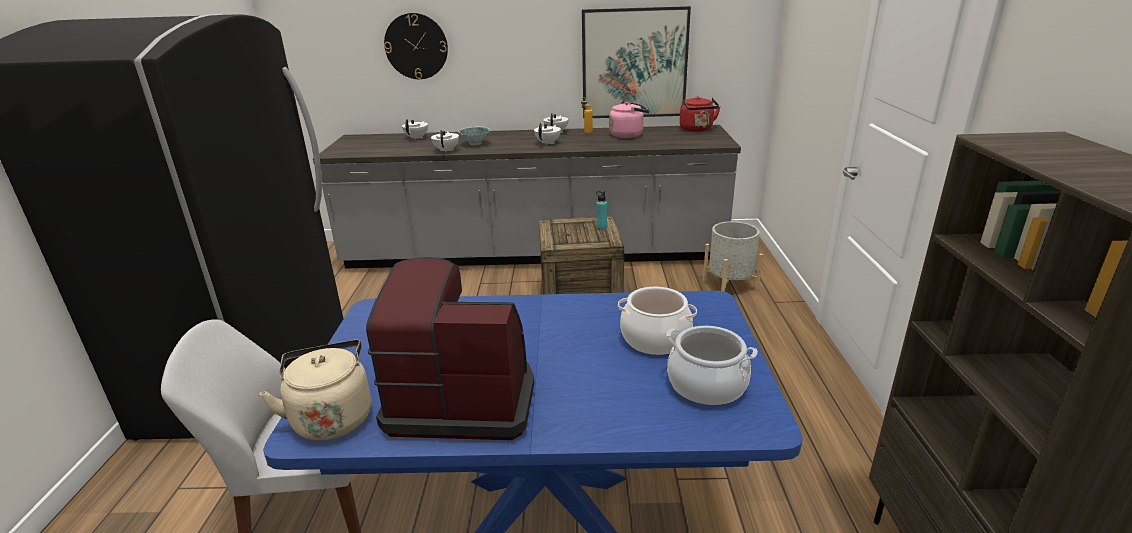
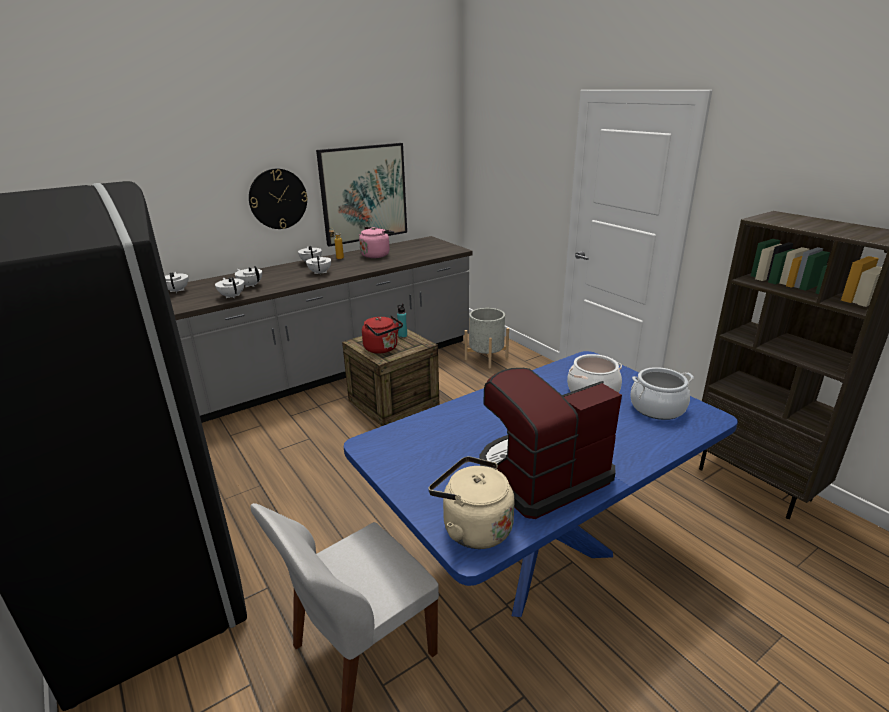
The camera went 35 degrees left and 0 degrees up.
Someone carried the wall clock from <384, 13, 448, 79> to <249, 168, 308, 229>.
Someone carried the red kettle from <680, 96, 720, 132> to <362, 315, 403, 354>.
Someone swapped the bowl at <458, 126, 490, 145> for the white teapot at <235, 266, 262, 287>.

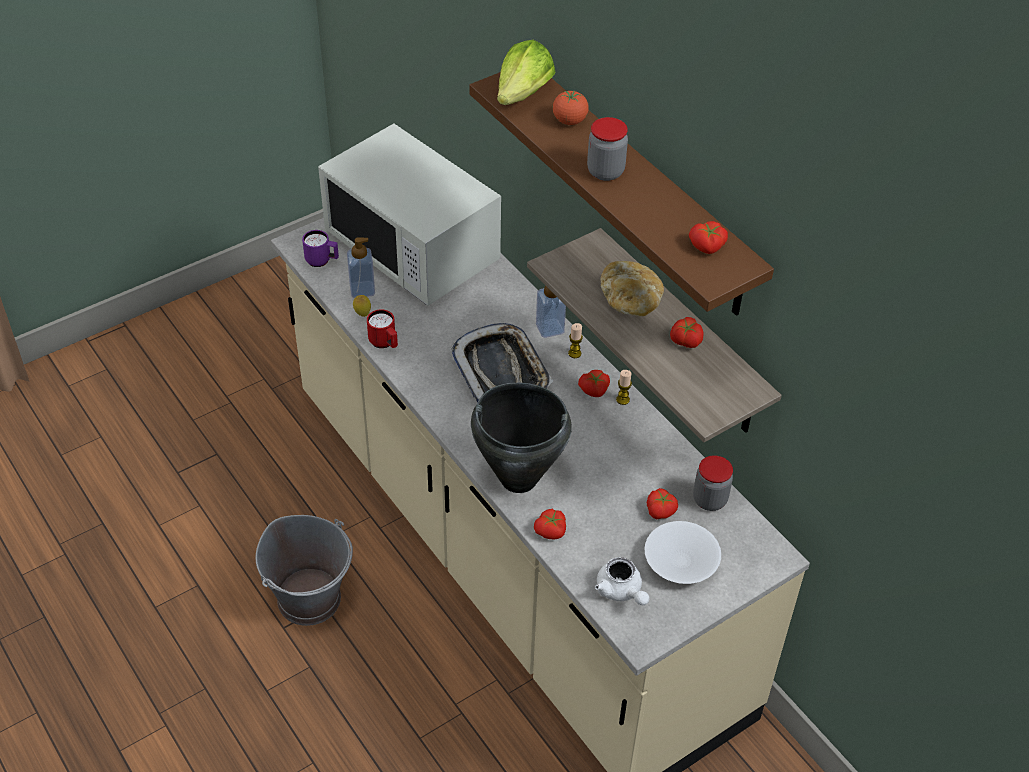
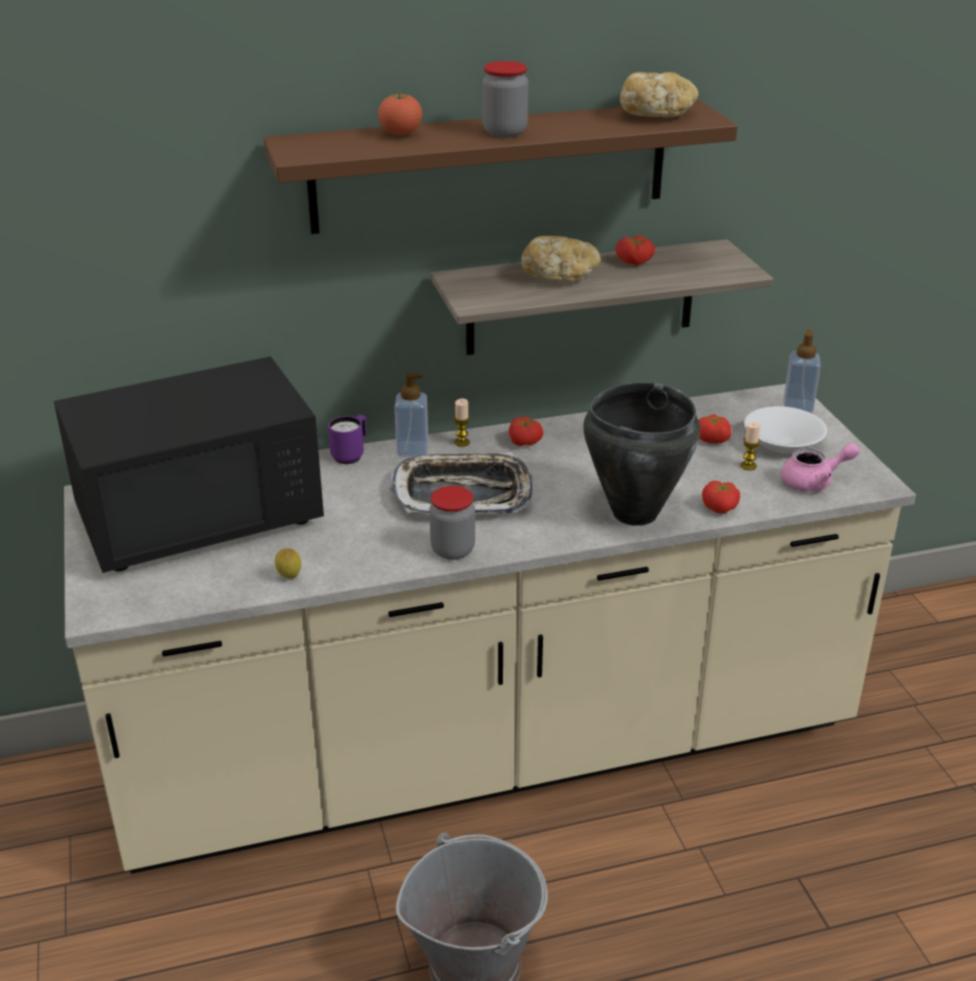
The camera went 70 degrees left and 15 degrees down.
Someone took away the red mug at <367, 309, 398, 348>.
Someone took away the lettuce at <497, 40, 556, 105>.
Someone carried the purple mug from <302, 230, 339, 267> to <328, 415, 367, 464>.
Someone carried the soap dispenser from <347, 237, 375, 298> to <784, 329, 821, 413>.
Someone carried the candle from <616, 370, 632, 405> to <740, 422, 761, 470>.
Someone carried the jar from <693, 456, 733, 511> to <429, 486, 475, 560>.
Someone swapped the tomato at <689, 221, 728, 254> for the bread at <620, 72, 698, 117>.
Someone repainted the white microwave at <318, 124, 501, 306>, which became the black microwave at <54, 356, 324, 573>.
Someone repainted the white teapot at <595, 557, 650, 605>, which became the pink teapot at <781, 443, 860, 492>.

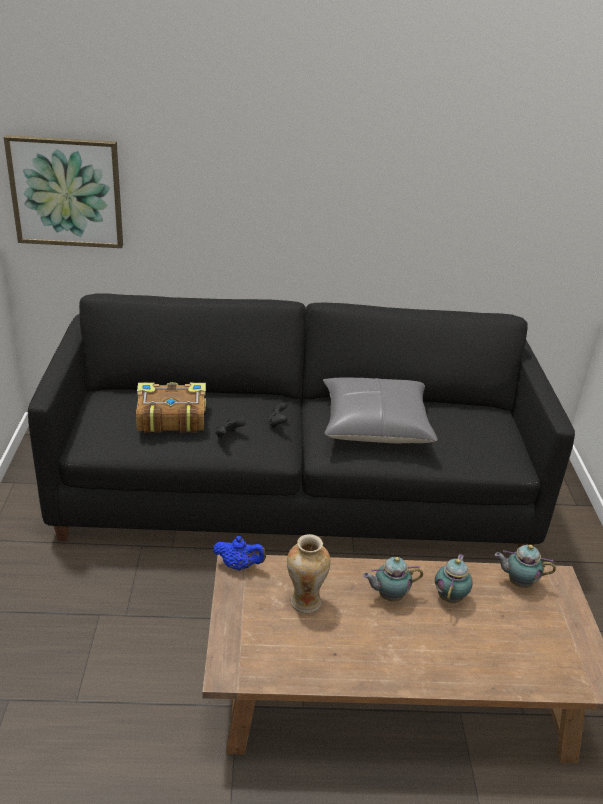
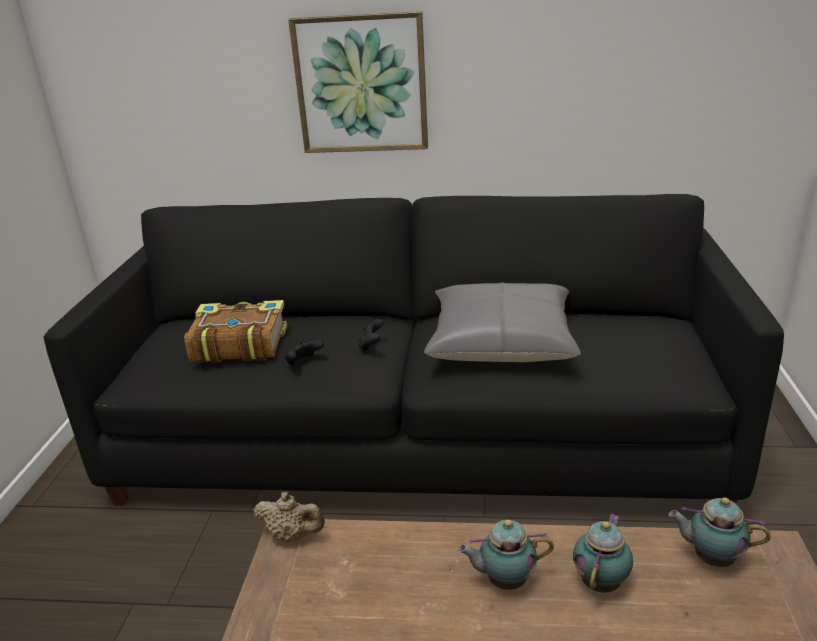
The camera went 10 degrees right and 5 degrees down.
Someone took away the vase at <287, 534, 331, 613>.
Someone carried the picture from <4, 135, 123, 248> to <288, 11, 428, 153>.
Someone repainted the blue teapot at <213, 536, 266, 570>, which became the beige teapot at <253, 492, 325, 543>.

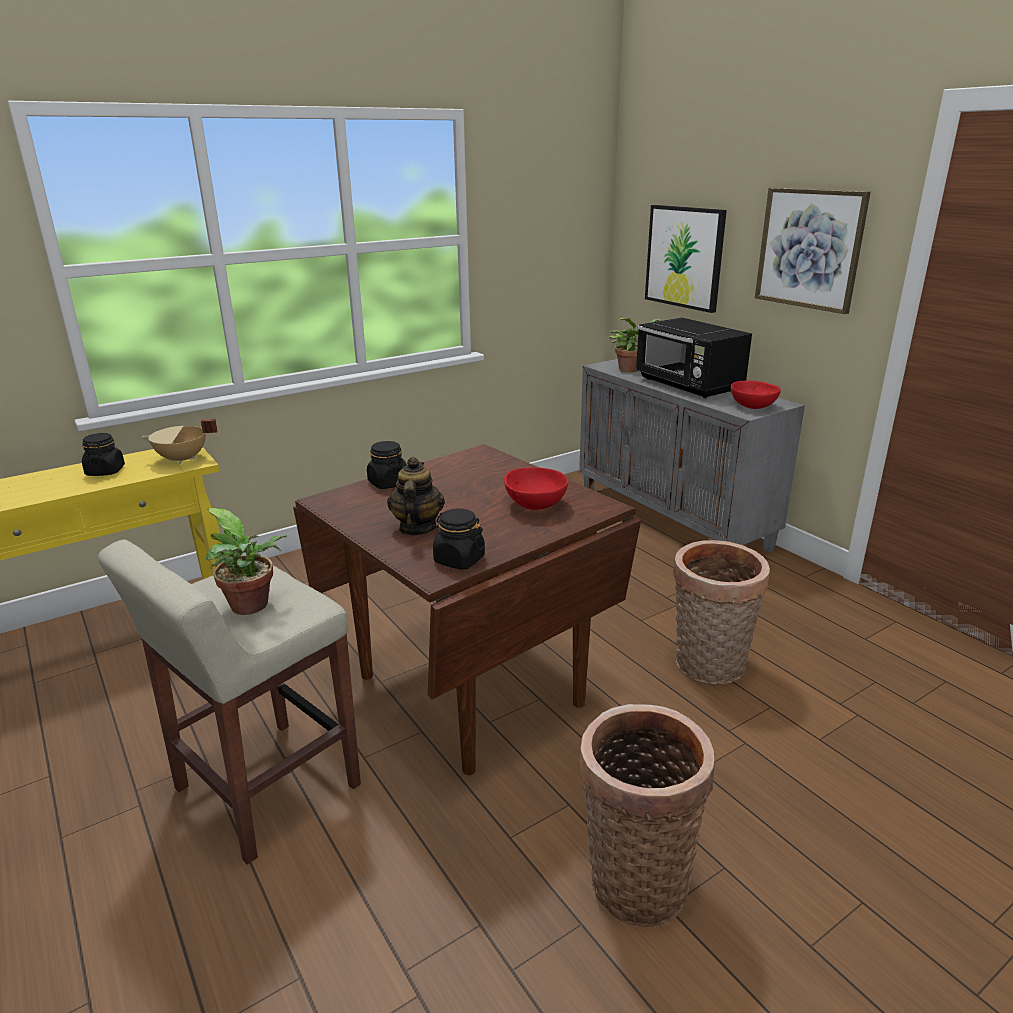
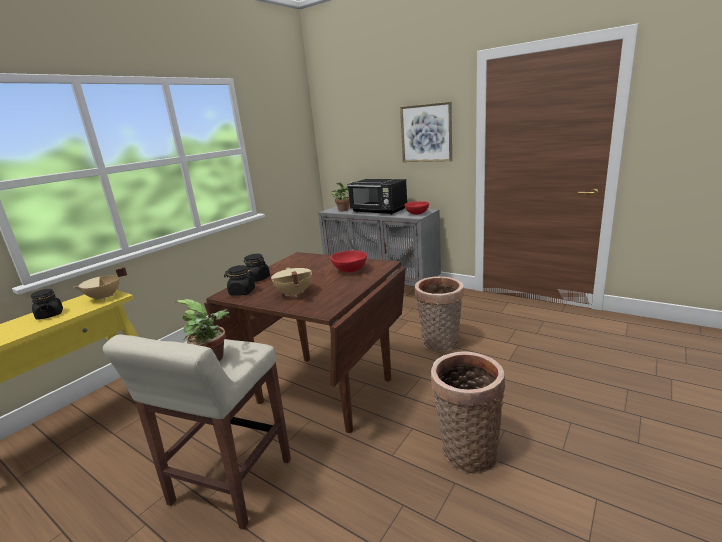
The camera went 20 degrees left and 5 degrees down.
Someone took away the picture at <645, 205, 727, 313>.
Someone carried the black jar from <432, 509, 485, 569> to <224, 265, 255, 296>.
Someone swapped the teapot at <387, 457, 445, 536> for the beige cooking pot at <271, 267, 312, 297>.

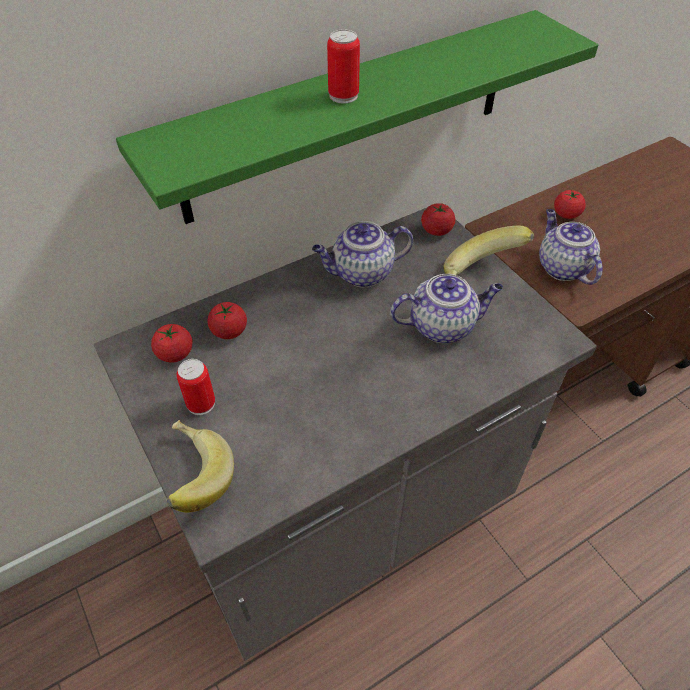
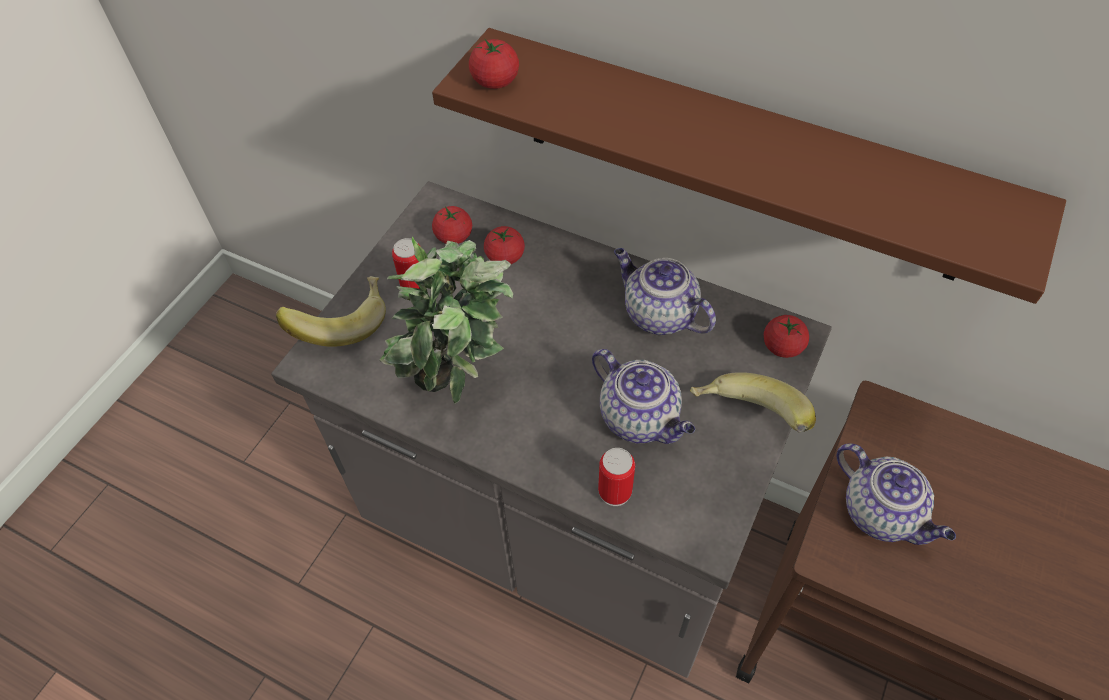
The camera went 60 degrees right and 5 degrees up.
Someone put down the potted plant at <380, 237, 513, 404>.
Someone carried the can from <327, 29, 360, 104> to <598, 448, 635, 506>.
Someone carried the tomato from <554, 190, 585, 219> to <469, 38, 519, 89>.
Someone repainted the green shelf at <116, 10, 598, 224>, which became the brown shelf at <432, 28, 1066, 304>.
Someone rotated the teapot at <539, 209, 603, 285> by 105 degrees clockwise.

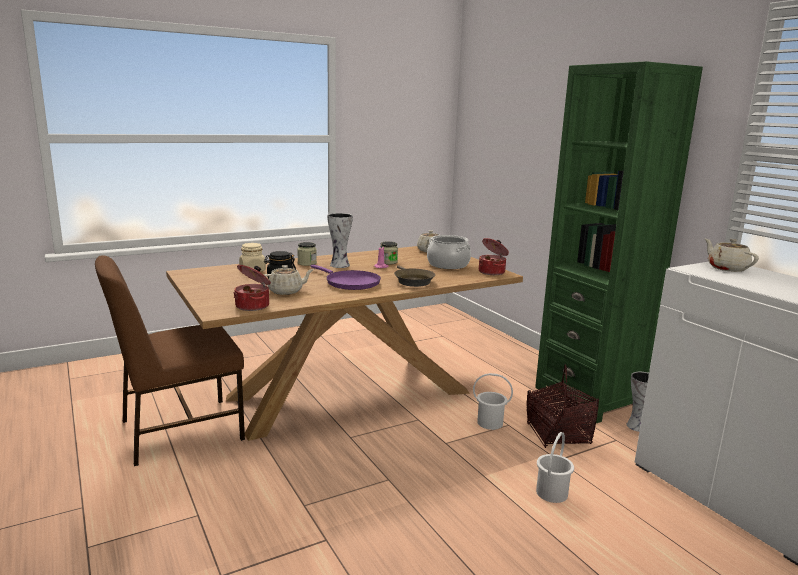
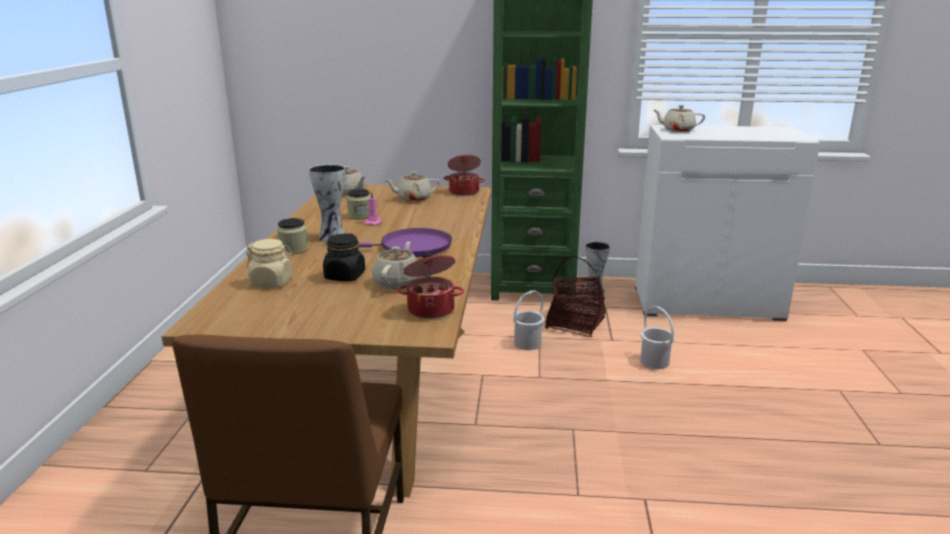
The camera went 55 degrees left and 5 degrees up.
Someone took away the brown frying pan at <394, 265, 435, 287>.
Someone swapped the cooking pot at <427, 235, 471, 269> for the beige teapot at <384, 172, 440, 202>.

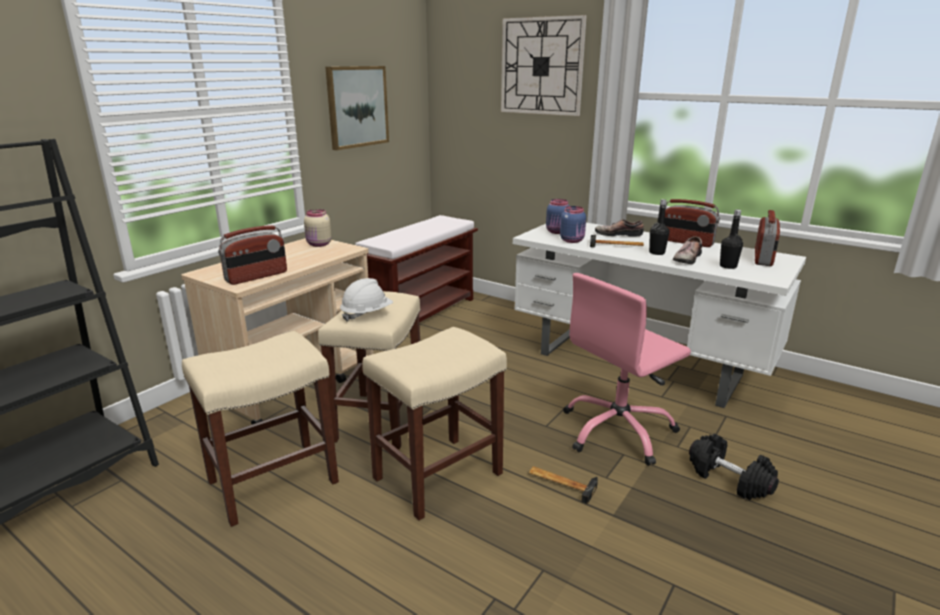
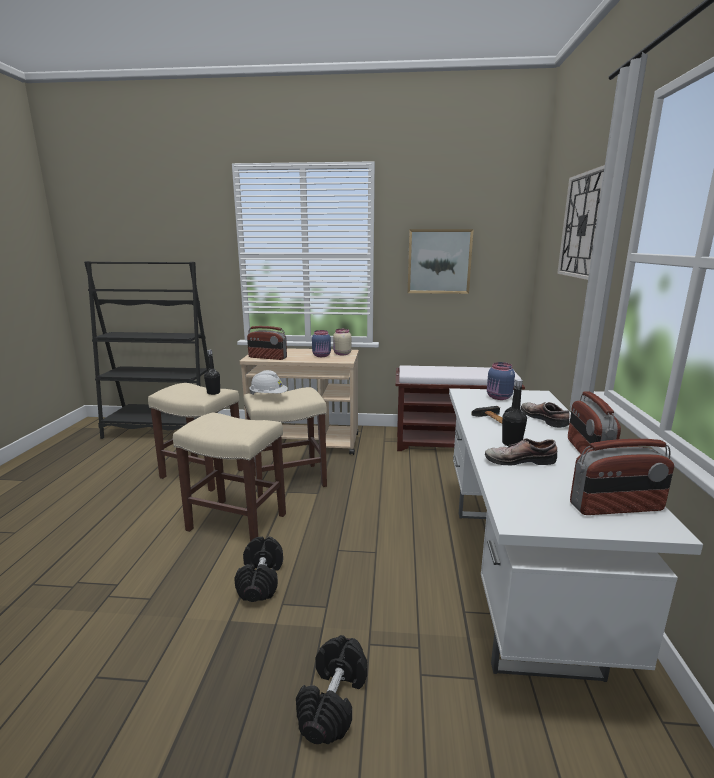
The camera went 60 degrees right and 5 degrees down.
Someone took away the pink office chair at <563, 273, 691, 466>.
Someone carried the blue jar from <560, 206, 586, 243> to <312, 330, 331, 357>.
Someone carried the black bottle from <720, 210, 743, 269> to <204, 350, 220, 395>.
Someone swapped the hammer at <529, 466, 598, 504> for the black dumbbell at <234, 537, 283, 602>.

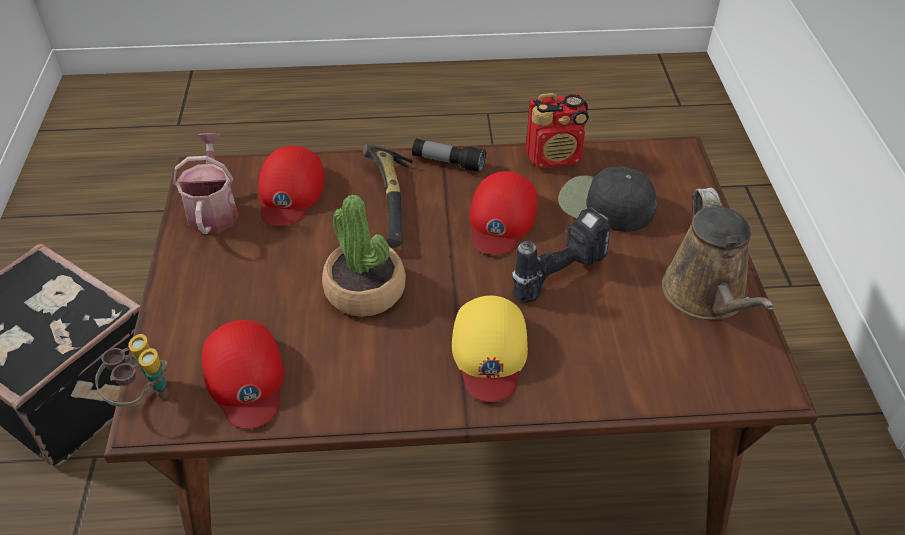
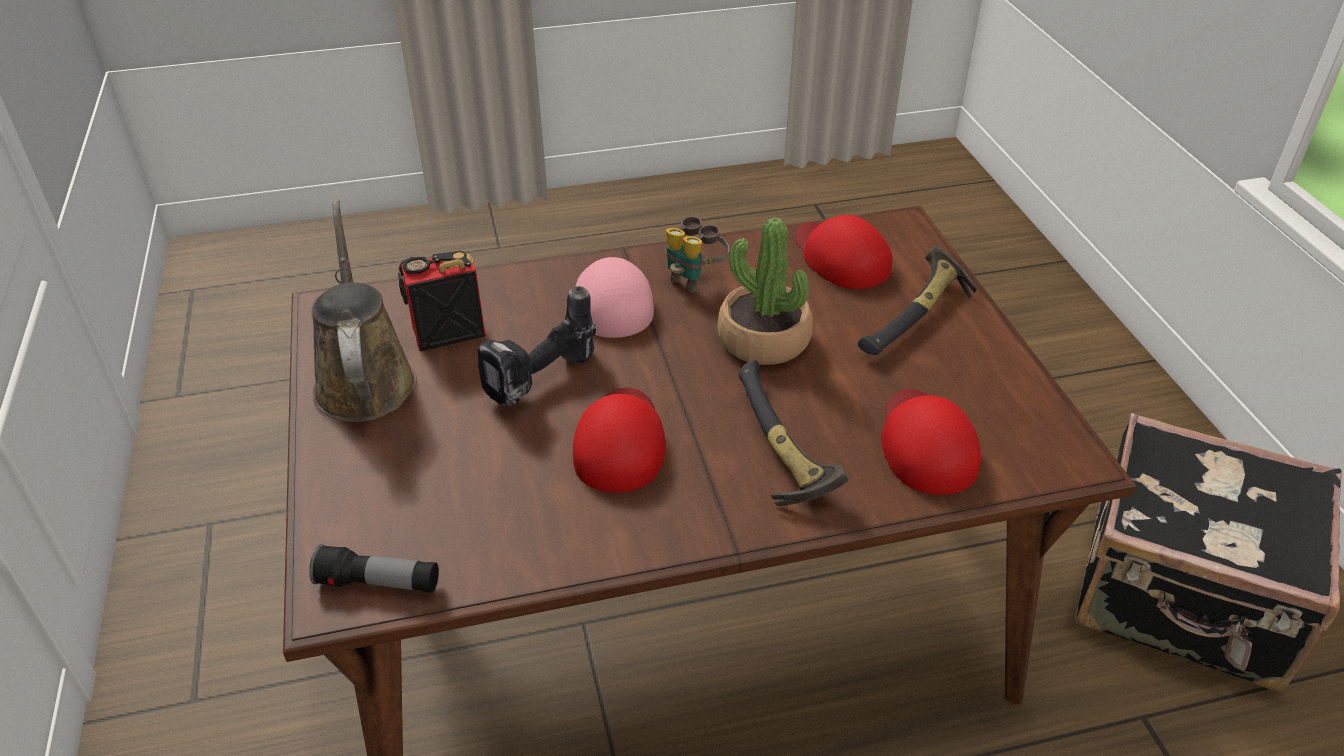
The camera went 170 degrees right and 5 degrees down.
Someone took away the watering can at <173, 133, 239, 234>.
Someone took away the black cap at <558, 166, 657, 232>.
Someone put down the hammer at <858, 246, 977, 355>.
Someone carried the binoculars from <95, 334, 169, 407> to <666, 216, 729, 293>.
Someone carried the flashlight from <412, 138, 486, 173> to <309, 544, 439, 593>.
Someone carried the radio from <526, 93, 589, 169> to <398, 250, 486, 352>.
Someone repainted the yellow cap at <452, 296, 528, 402>, which became the pink cap at <576, 257, 654, 338>.

